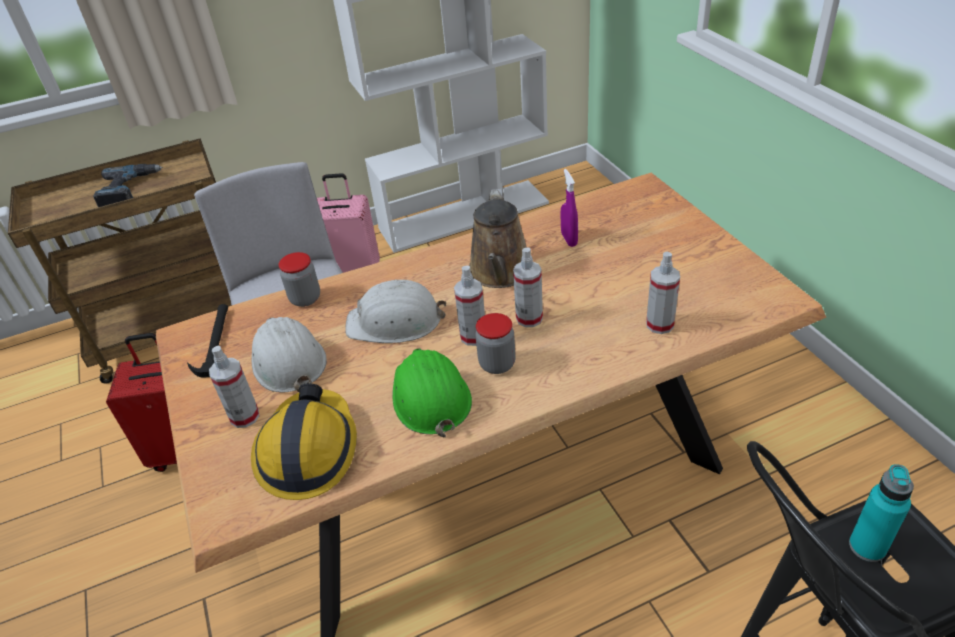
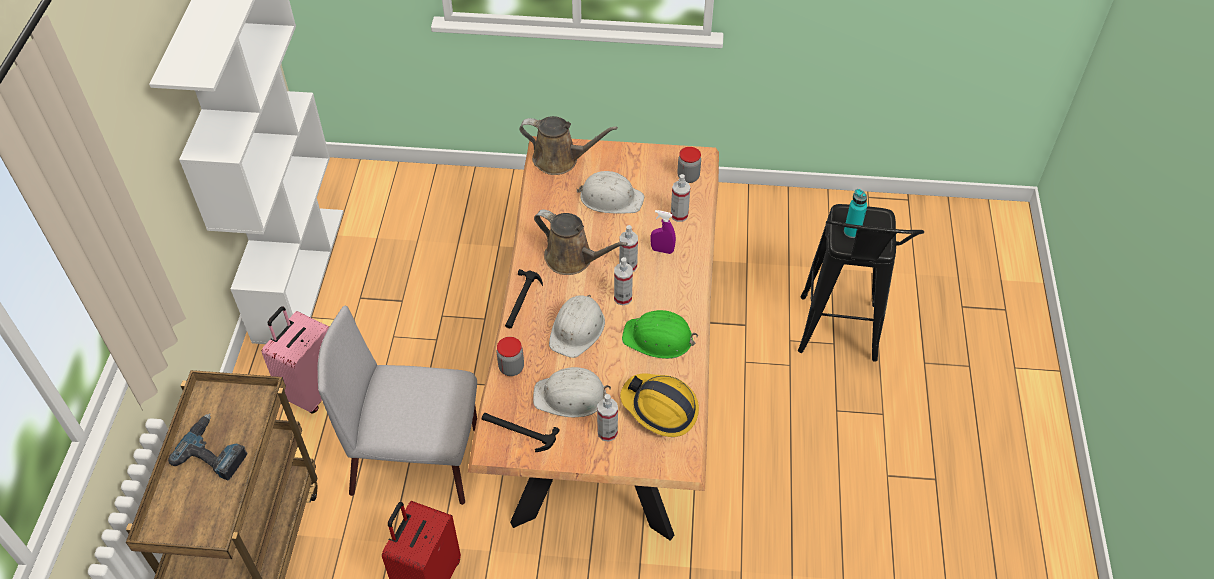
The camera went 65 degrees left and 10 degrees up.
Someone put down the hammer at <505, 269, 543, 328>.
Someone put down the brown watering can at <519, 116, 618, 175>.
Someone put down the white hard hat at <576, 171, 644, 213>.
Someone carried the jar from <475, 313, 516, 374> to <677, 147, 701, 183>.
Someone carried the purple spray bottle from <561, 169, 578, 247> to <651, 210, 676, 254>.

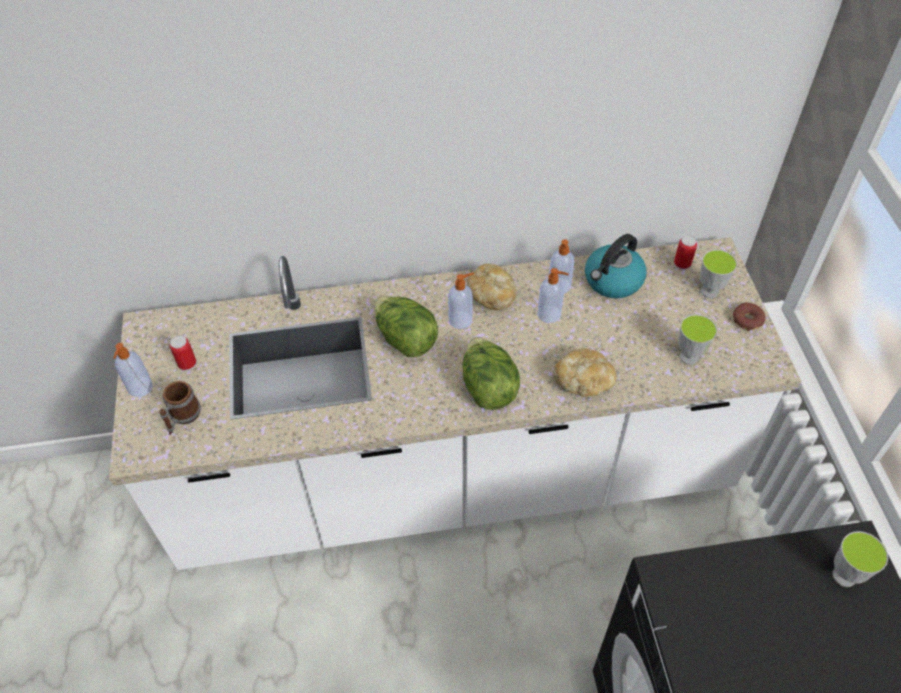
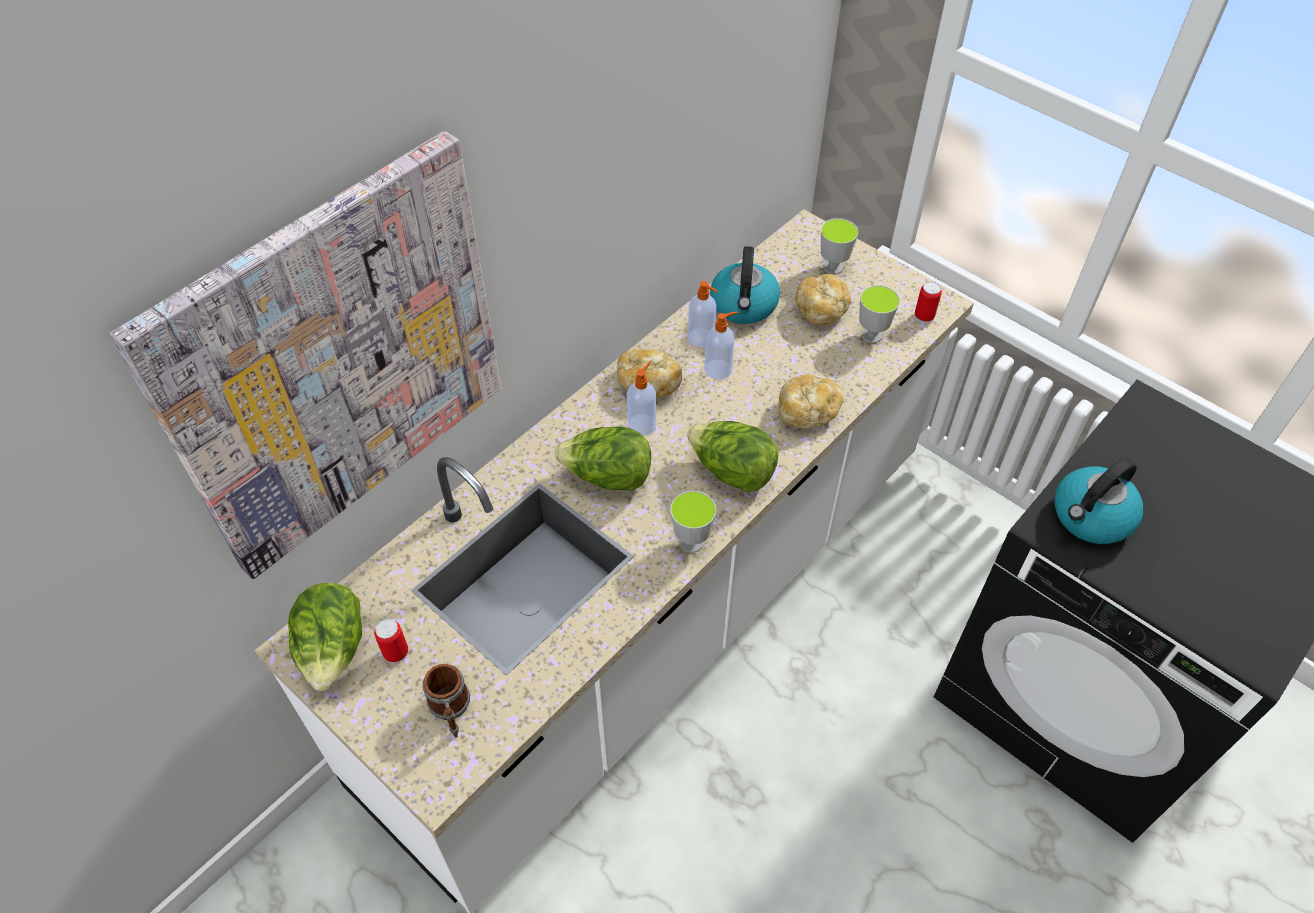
The camera went 40 degrees left and 0 degrees up.
Someone took away the soap dispenser at <113, 343, 153, 397>.
Someone took away the donut at <733, 302, 765, 331>.
Someone put up the picture at <110, 131, 501, 579>.
Someone put down the lettuce at <288, 583, 362, 691>.
Someone put down the bread at <795, 274, 851, 325>.
Someone put down the kettle at <1055, 458, 1143, 544>.
Someone carried the can from <674, 235, 697, 270> to <915, 281, 942, 323>.
Someone carried the cup from <832, 531, 888, 587> to <670, 491, 716, 553>.

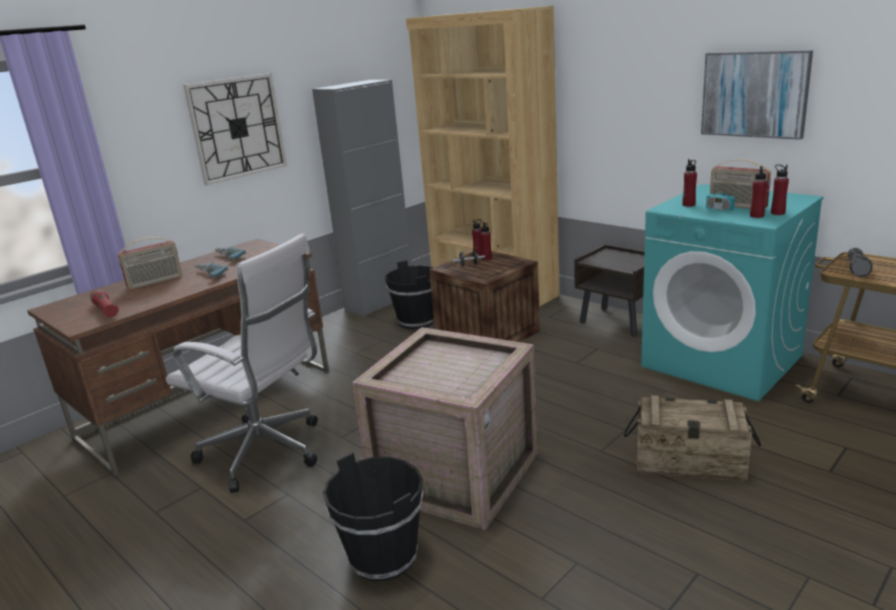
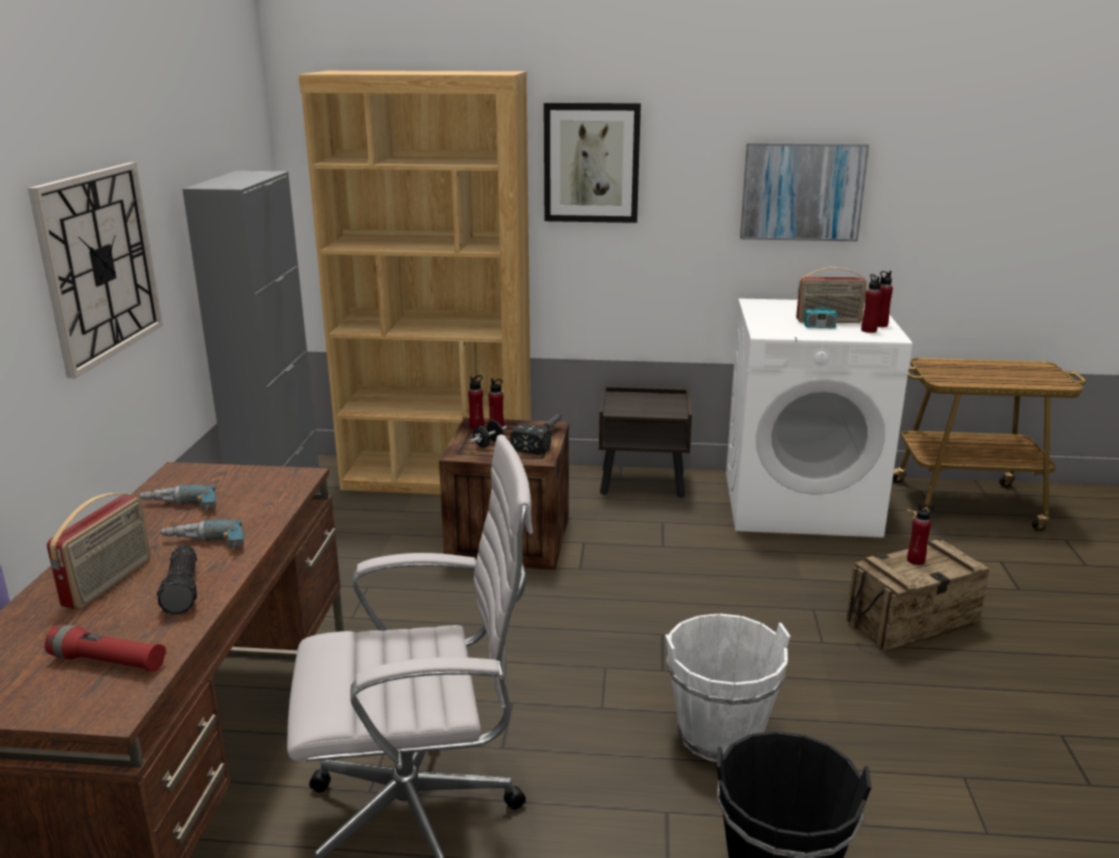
The camera went 40 degrees left and 0 degrees up.
Someone took away the black bucket at <385, 261, 434, 329>.
Someone put down the hammer at <510, 414, 562, 455>.
Someone put up the picture at <544, 103, 641, 223>.
Someone carried the red bottle from <682, 159, 697, 207> to <907, 503, 935, 565>.
Someone carried the flashlight from <848, 248, 873, 277> to <157, 545, 197, 615>.
Someone swapped the crate at <352, 327, 538, 530> for the white bucket at <665, 614, 790, 762>.
Someone repainted the turquoise washing machine at <641, 184, 824, 401>, which became the white washing machine at <726, 298, 912, 538>.

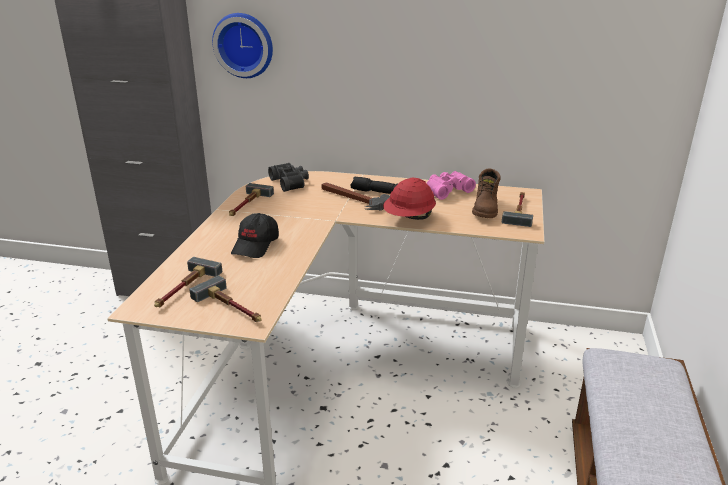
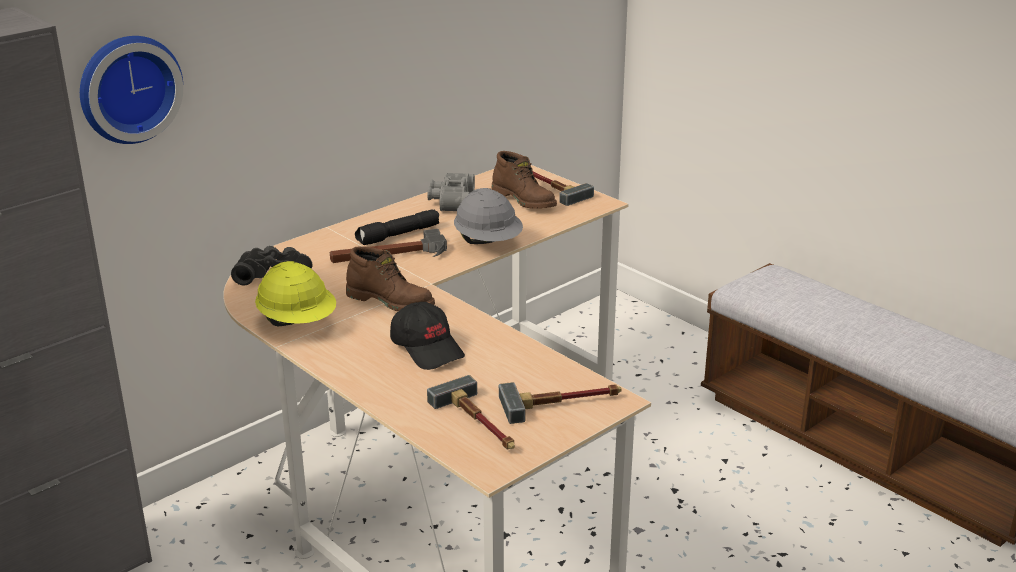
The camera went 55 degrees left and 0 degrees up.
Someone put down the brown boot at <346, 246, 435, 311>.
Someone swapped the hammer at <229, 183, 274, 216> for the yellow hard hat at <255, 261, 336, 326>.
Someone repainted the red hard hat at <383, 178, 436, 220>, which became the grey hard hat at <454, 188, 523, 244>.
Someone repainted the pink binoculars at <427, 171, 476, 200>, which became the grey binoculars at <427, 173, 475, 211>.

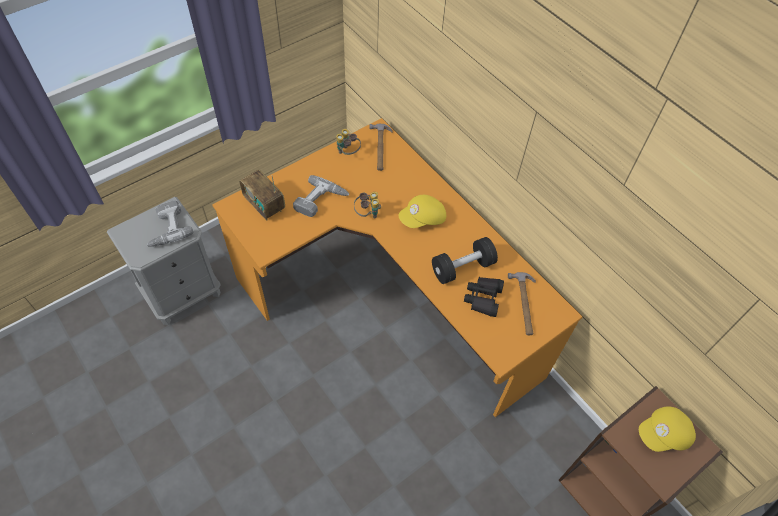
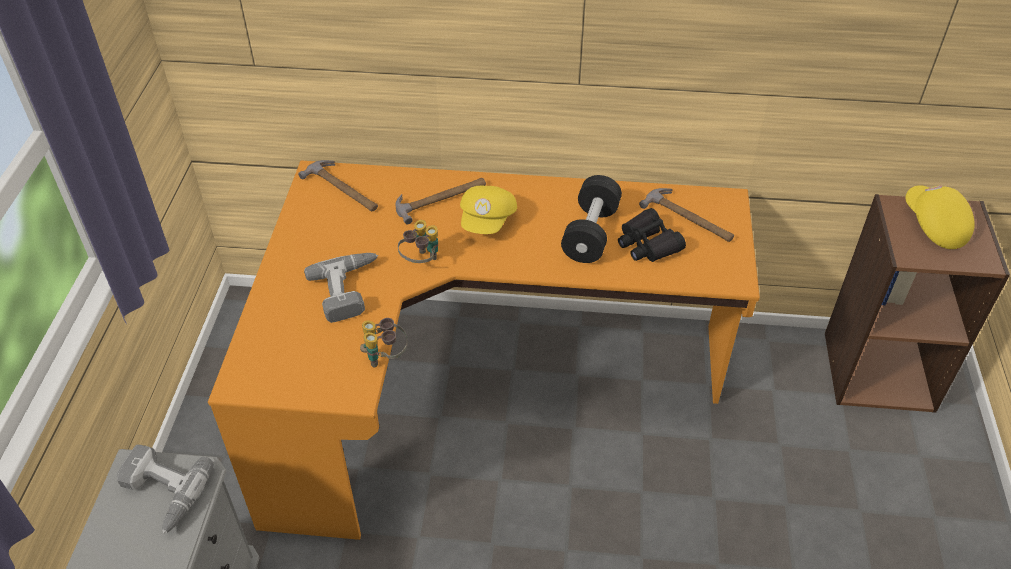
The camera went 45 degrees left and 10 degrees down.
Someone took away the radio at <239, 170, 285, 220>.
Someone put down the hammer at <395, 178, 486, 225>.
Someone carried the binoculars from <336, 129, 361, 155> to <360, 318, 408, 368>.
Someone rotated the yellow cap at <639, 406, 696, 452> by 135 degrees clockwise.

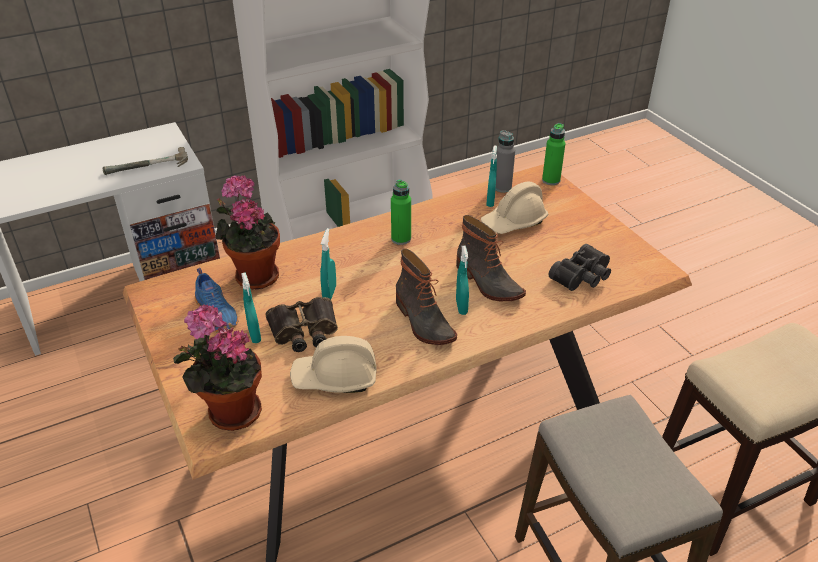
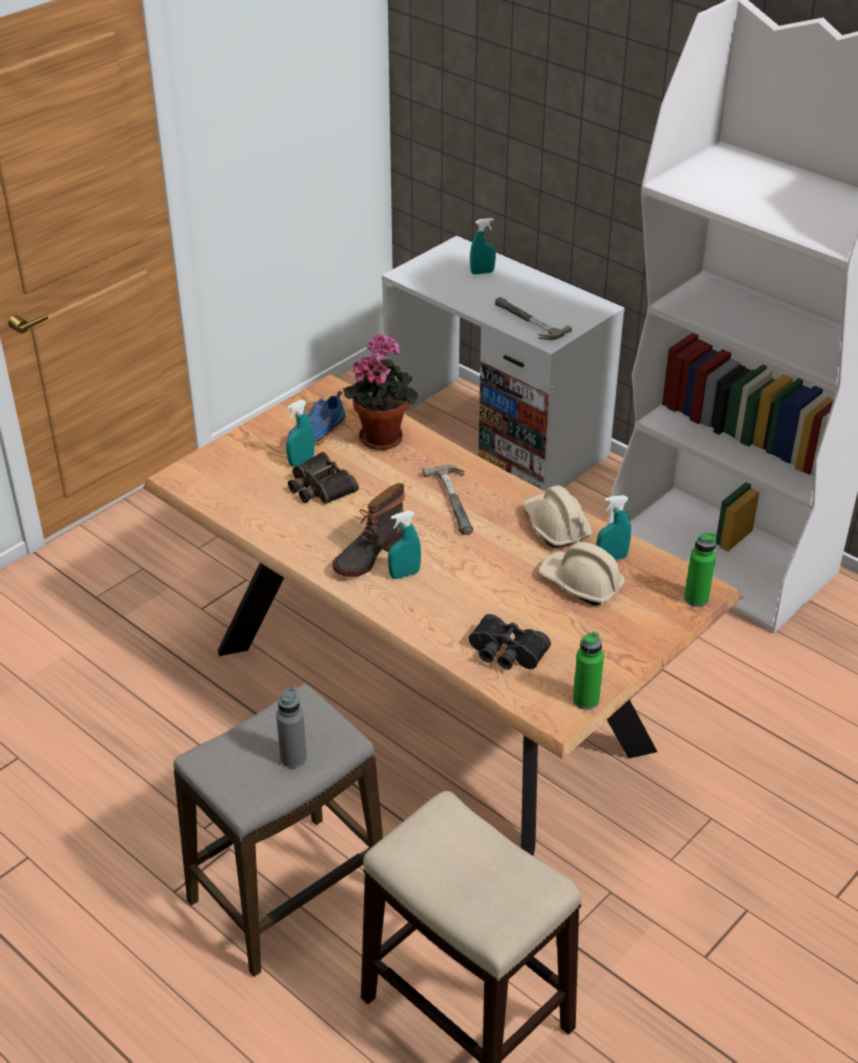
The camera went 70 degrees right and 0 degrees up.
Someone took away the potted plant at <173, 304, 262, 431>.
Someone took away the boot at <456, 215, 526, 301>.
Someone put down the hammer at <422, 465, 473, 535>.
Someone carried the beige hard hat from <290, 336, 377, 393> to <523, 485, 592, 547>.
Someone carried the turquoise spray bottle from <320, 228, 336, 299> to <470, 218, 496, 274>.
Someone carried the green bottle from <391, 180, 411, 245> to <573, 631, 604, 710>.
Someone carried the grey bottle from <495, 130, 515, 192> to <276, 688, 307, 768>.

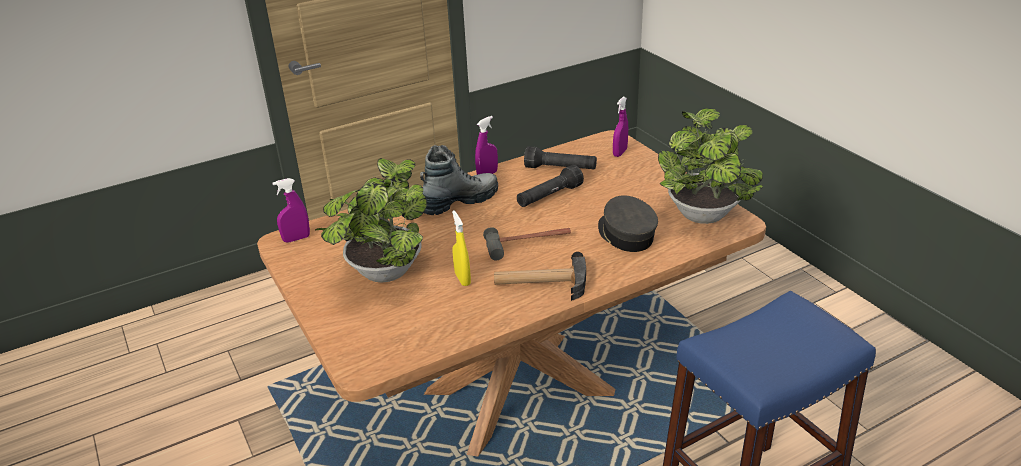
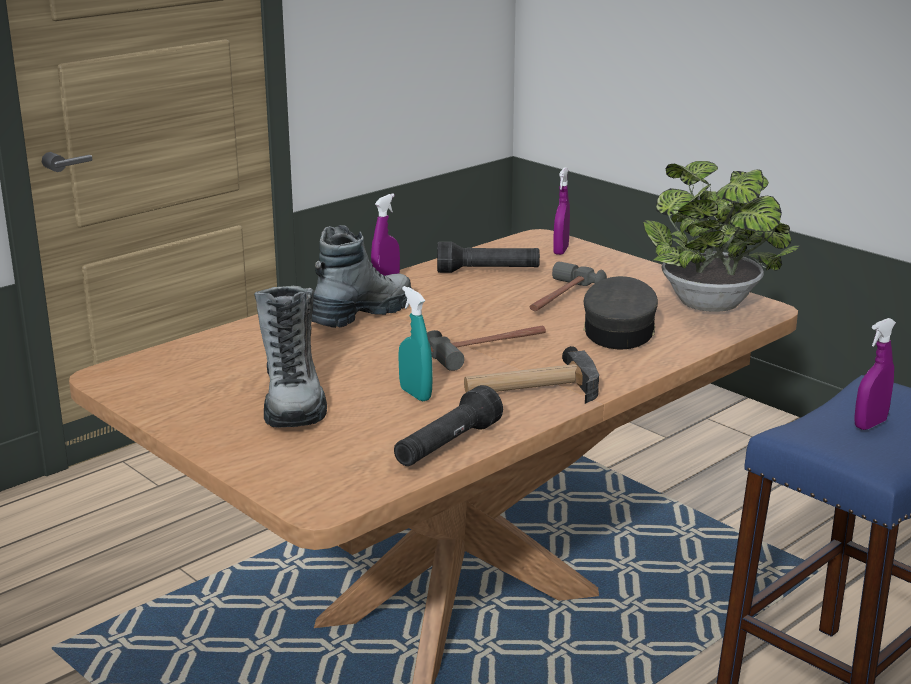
The camera went 15 degrees left and 10 degrees down.
Someone put down the hammer at <530, 262, 607, 311>.
Someone carried the purple spray bottle from <272, 178, 310, 242> to <854, 318, 896, 430>.
Someone carried the black flashlight from <517, 165, 584, 207> to <394, 385, 503, 466>.
Someone swapped the potted plant at <315, 158, 427, 283> for the boot at <254, 286, 327, 428>.
Someone repainted the yellow spray bottle at <452, 211, 471, 286>, which became the turquoise spray bottle at <398, 286, 433, 401>.
Someone rotated the grey cap at <598, 195, 658, 252> by 45 degrees clockwise.

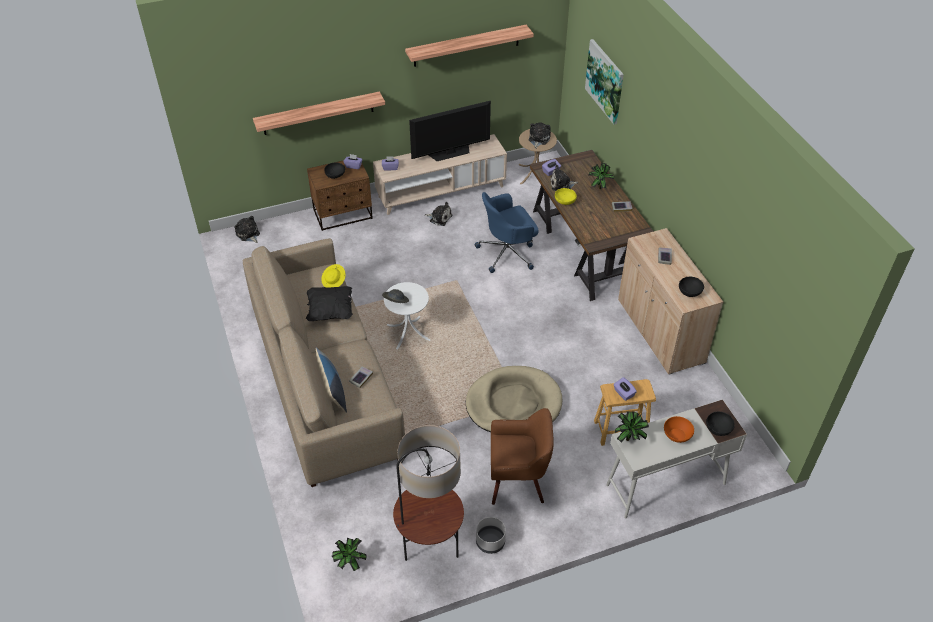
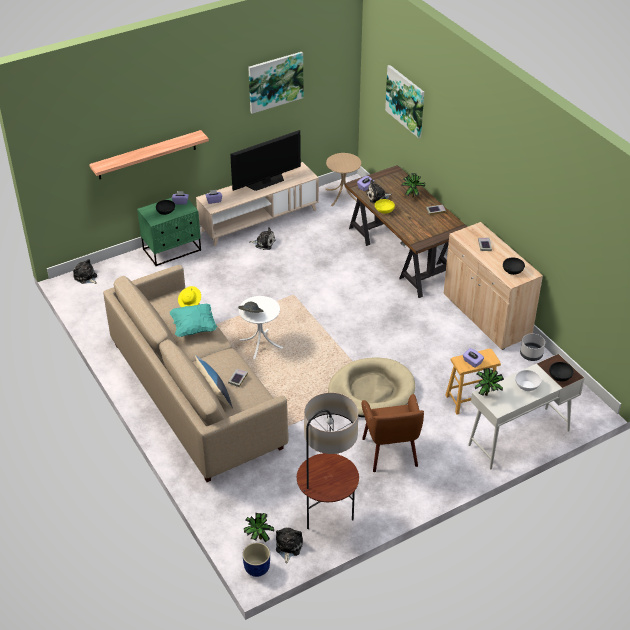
The camera went 10 degrees left and 5 degrees down.
Someone took away the blue office chair at <475, 192, 539, 273>.
Someone put down the blue planter at <242, 543, 270, 577>.
Someone carried the grey planter from <476, 517, 506, 554> to <520, 334, 545, 361>.
Someone carried the plush toy from <529, 122, 551, 149> to <276, 527, 303, 564>.
Someone swapped the shelf at <405, 25, 534, 67> for the picture at <248, 52, 304, 114>.
Someone repainted the black pillow at <305, 286, 353, 321>, which became the turquoise pillow at <170, 304, 217, 337>.
Someone repainted the brown nightstand at <307, 157, 373, 231>, which became the green nightstand at <137, 198, 201, 266>.
Someone repainted the orange bowl at <664, 416, 694, 443>, which became the white bowl at <515, 370, 541, 391>.
Someone rotated the brown armchair at <491, 408, 554, 505> by 90 degrees clockwise.

